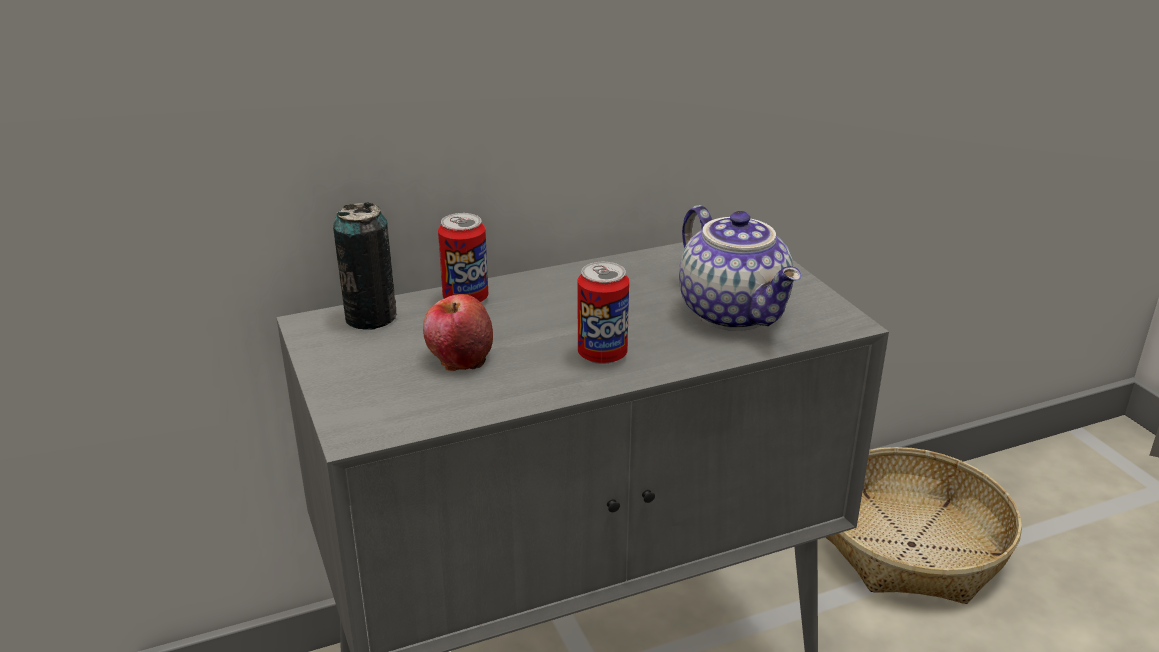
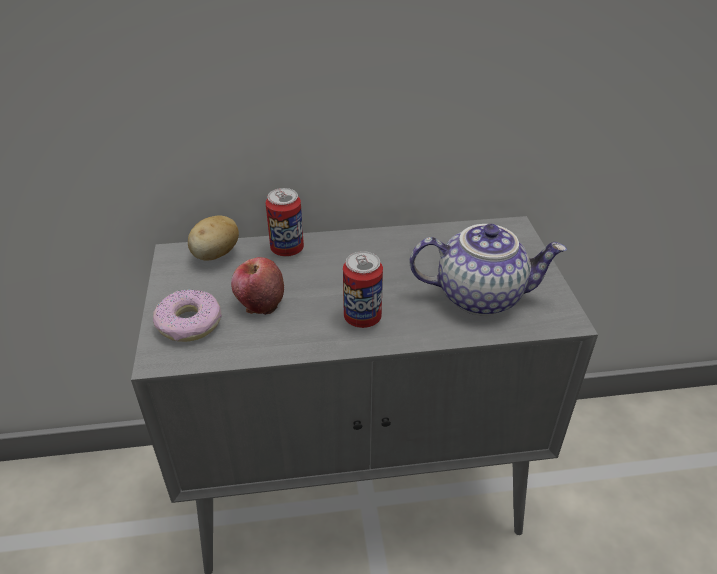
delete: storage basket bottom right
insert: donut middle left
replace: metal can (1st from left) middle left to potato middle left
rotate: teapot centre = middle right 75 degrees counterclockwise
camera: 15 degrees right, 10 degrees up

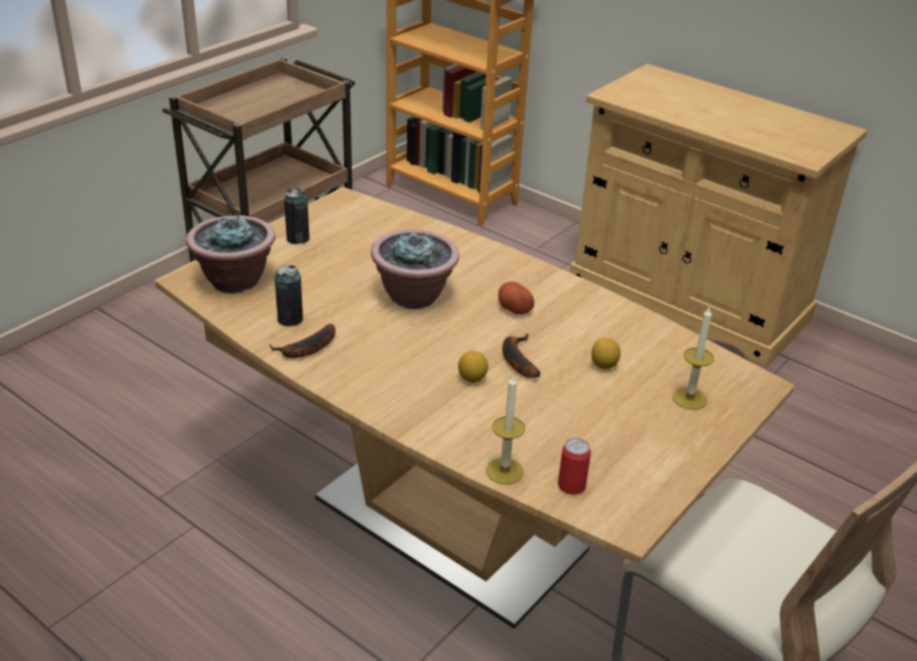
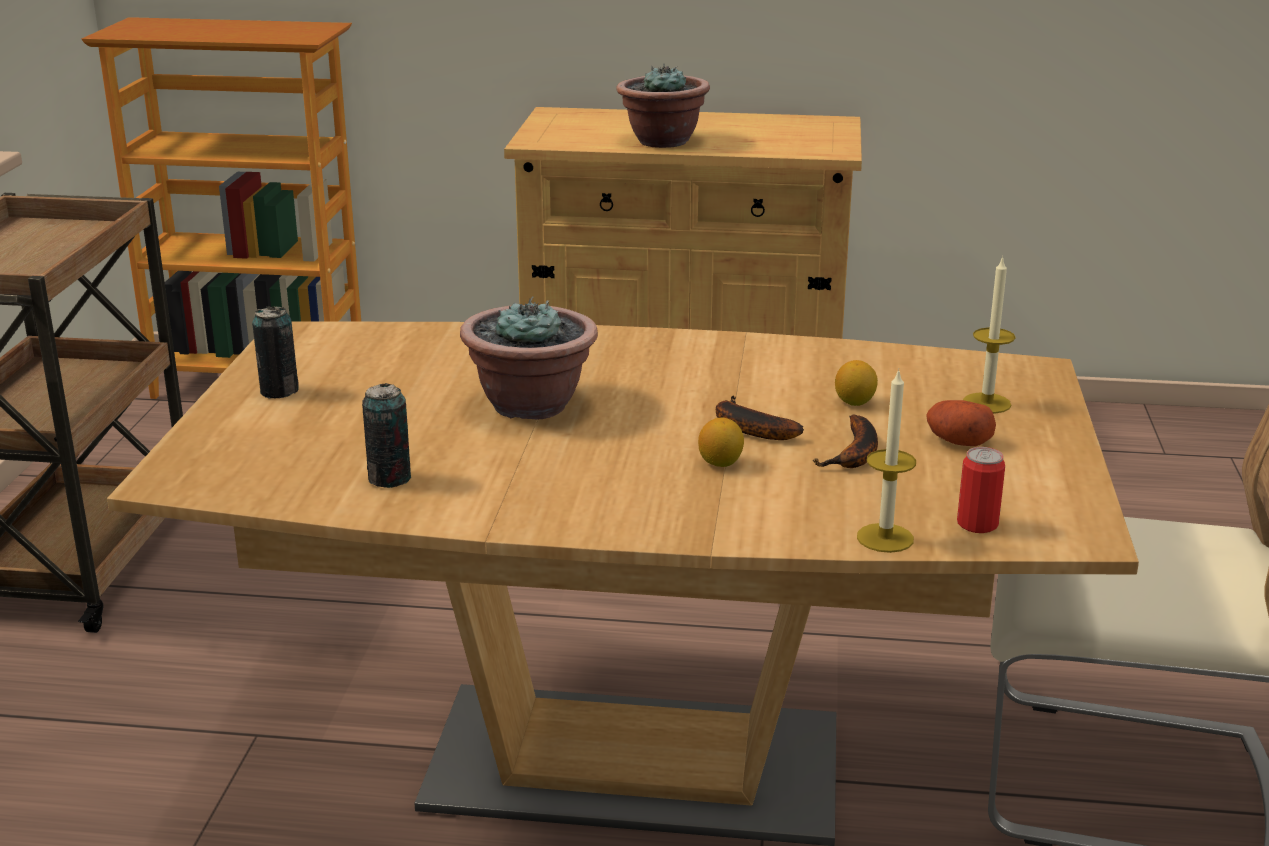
move: houseplant (1st from left in the first image) middle left to houseplant (2nd from left) top centre; whole banana (1st from left in the first image) middle left to whole banana (2nd from left) centre; potato centre to middle right
camera: 30 degrees left, 10 degrees down

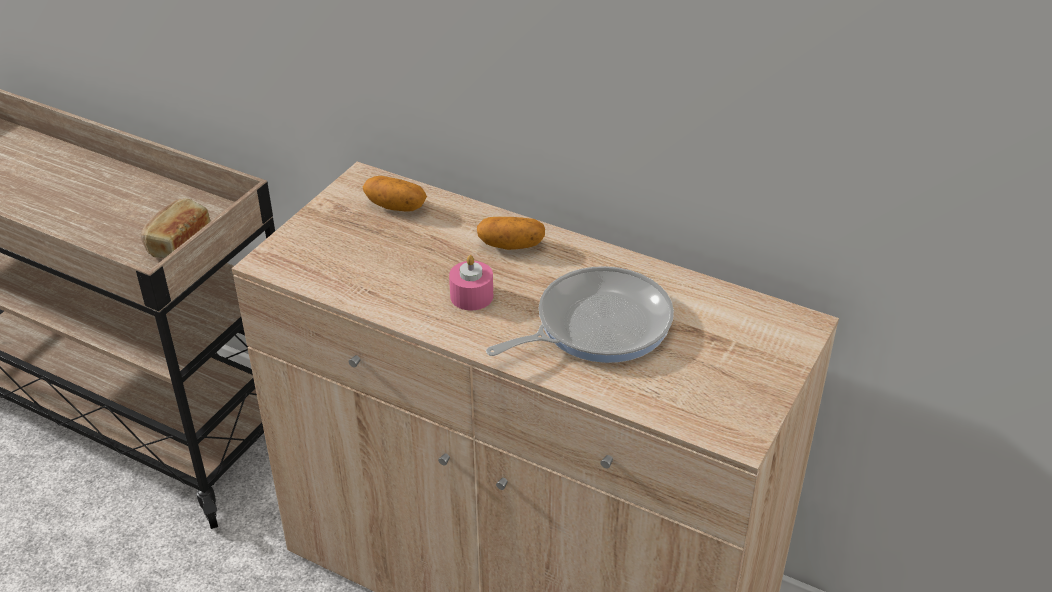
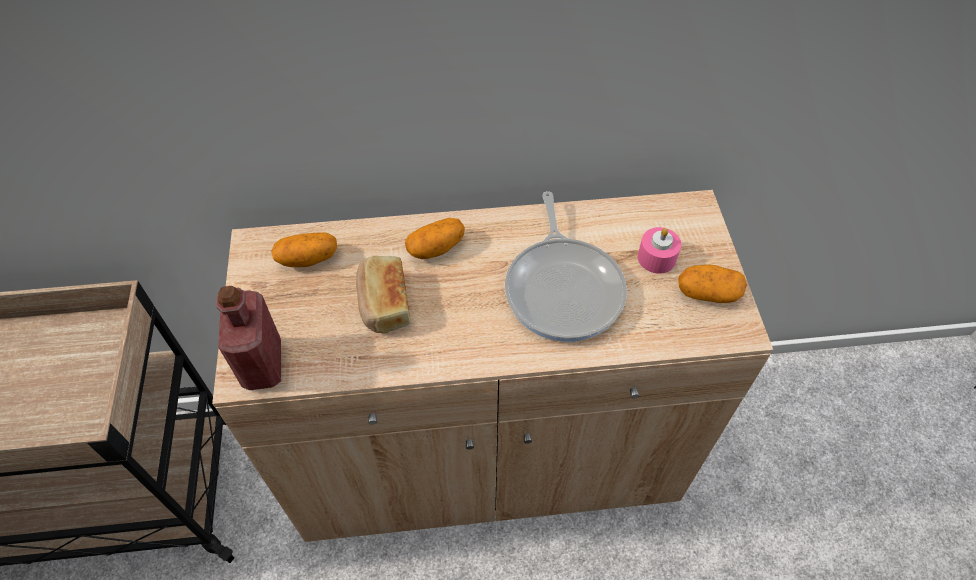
insert: red-coloured drink bottle middle left; potato (3rd from left) middle right
move: bakery bread middle left to centre; pinkish wax light centre to middle right
rotate: frying pan centre = centre 150 degrees clockwise
camera: 35 degrees left, 15 degrees up

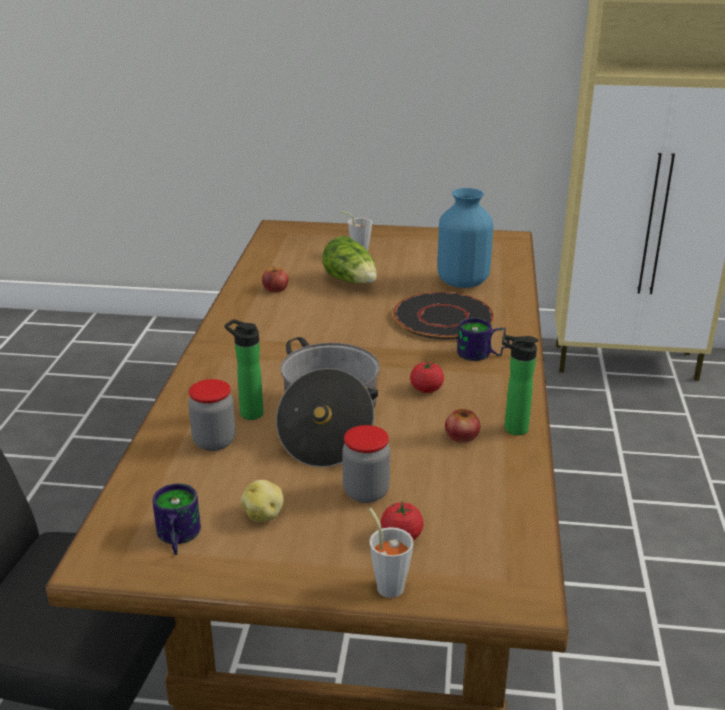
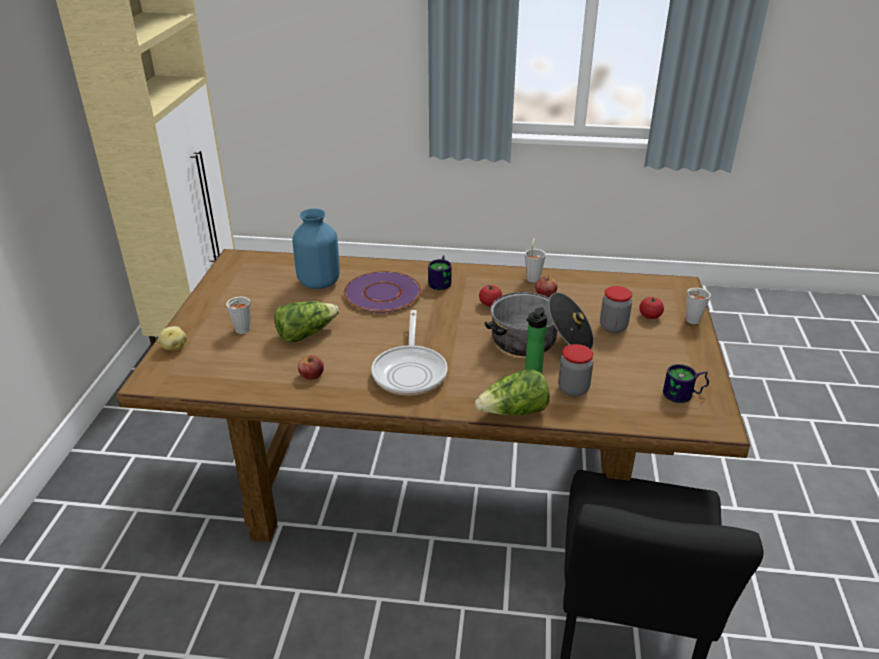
insert: frying pan centre; lettuce (2nd from left) centre
move: potato bottom centre to middle left
replace: drink bottle (2nd from left) middle right to gray cup (2nd from left) centre
recolor: black-coloured flat dish centre to purple-coloured flat dish centre
camera: 90 degrees left, 5 degrees up

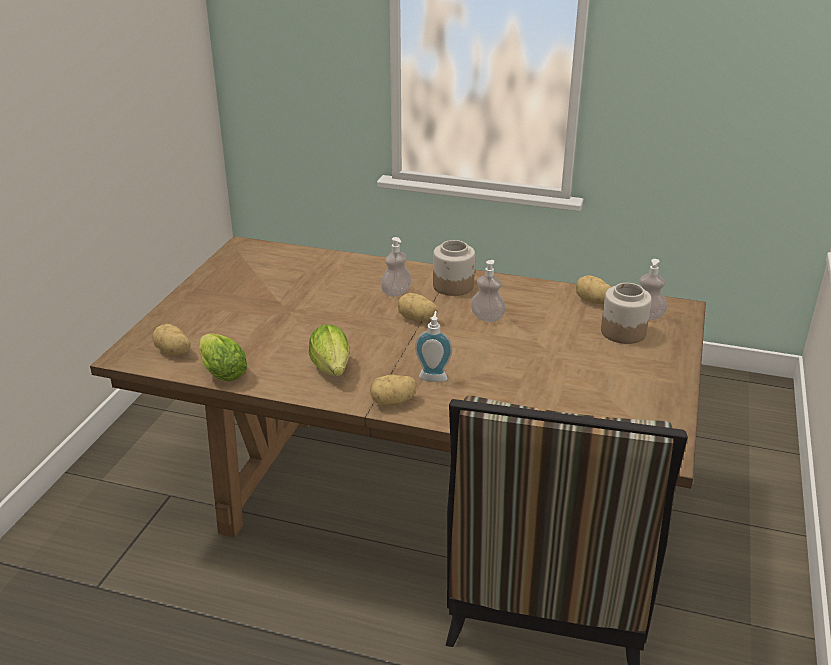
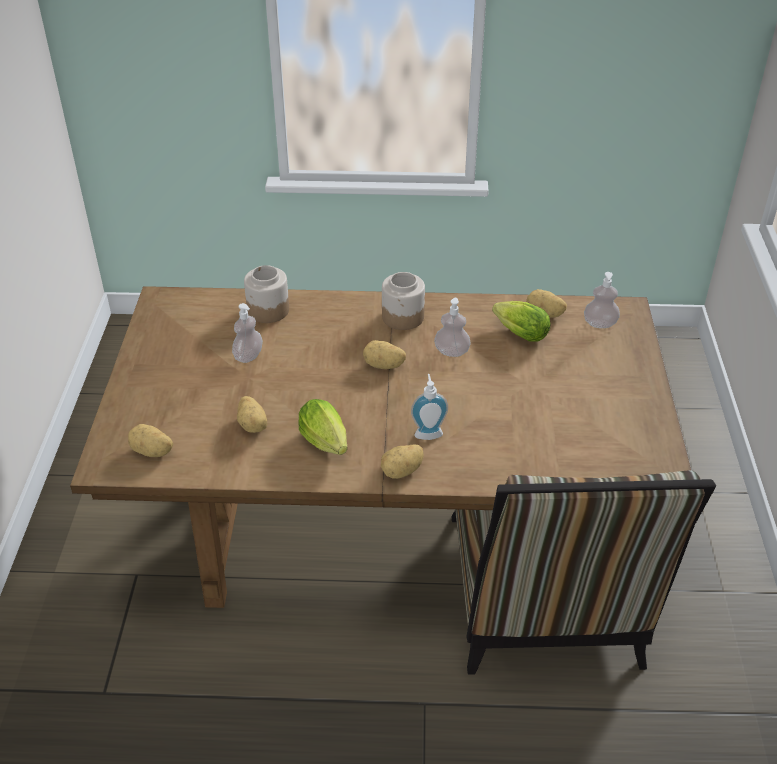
insert: potato (2nd from left) middle left
move: lettuce (1st from left in the first image) middle left to lettuce (2nd from left) middle right; liquid soap bottle (1st from left) centre to middle left; jar (2nd from left in the first image) middle right to jar (1st from left) centre
camera: 15 degrees left, 10 degrees up

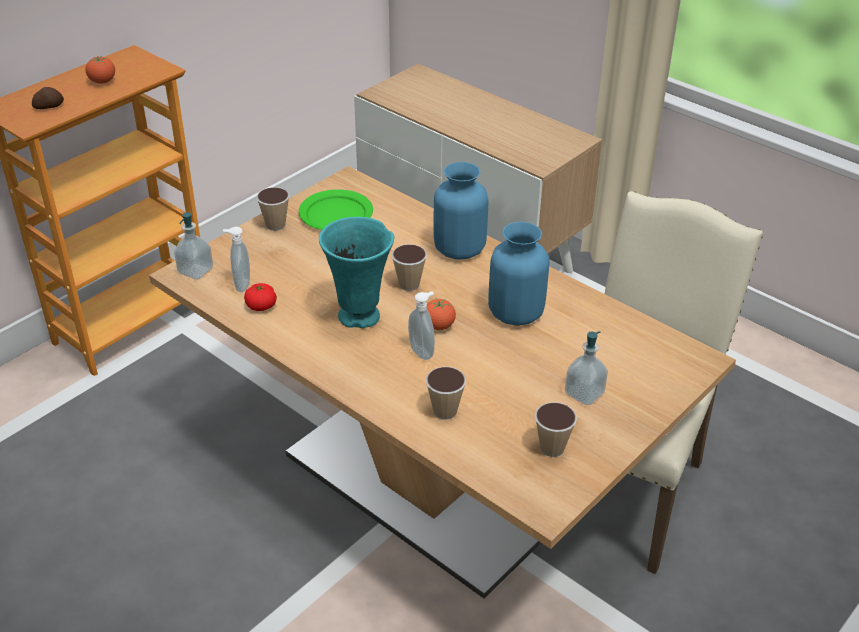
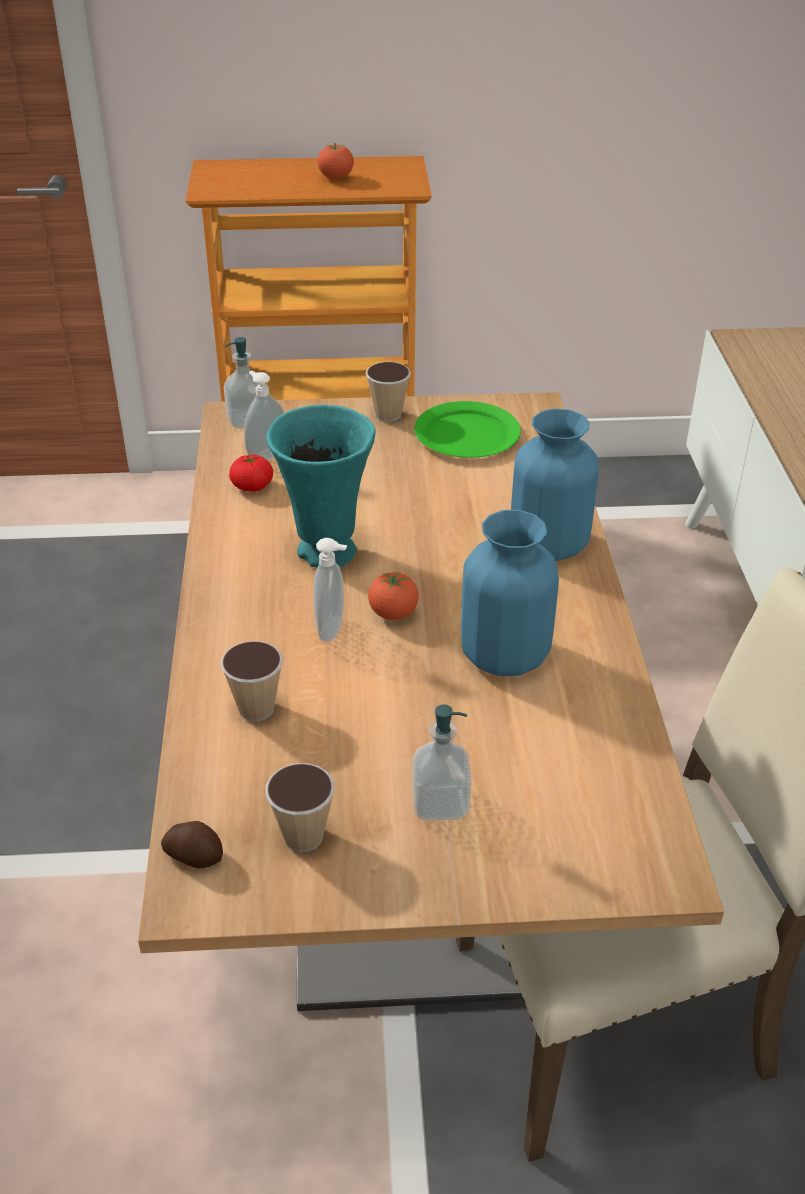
delete: cup (2nd from left) centre
move: potato top left to bottom left
camera: 45 degrees right, 0 degrees up

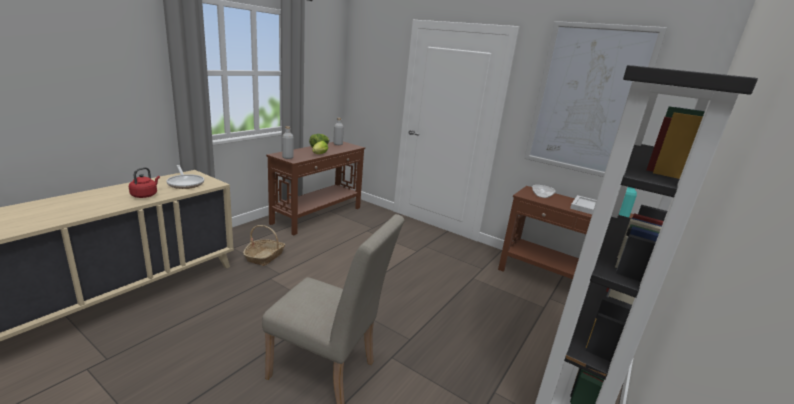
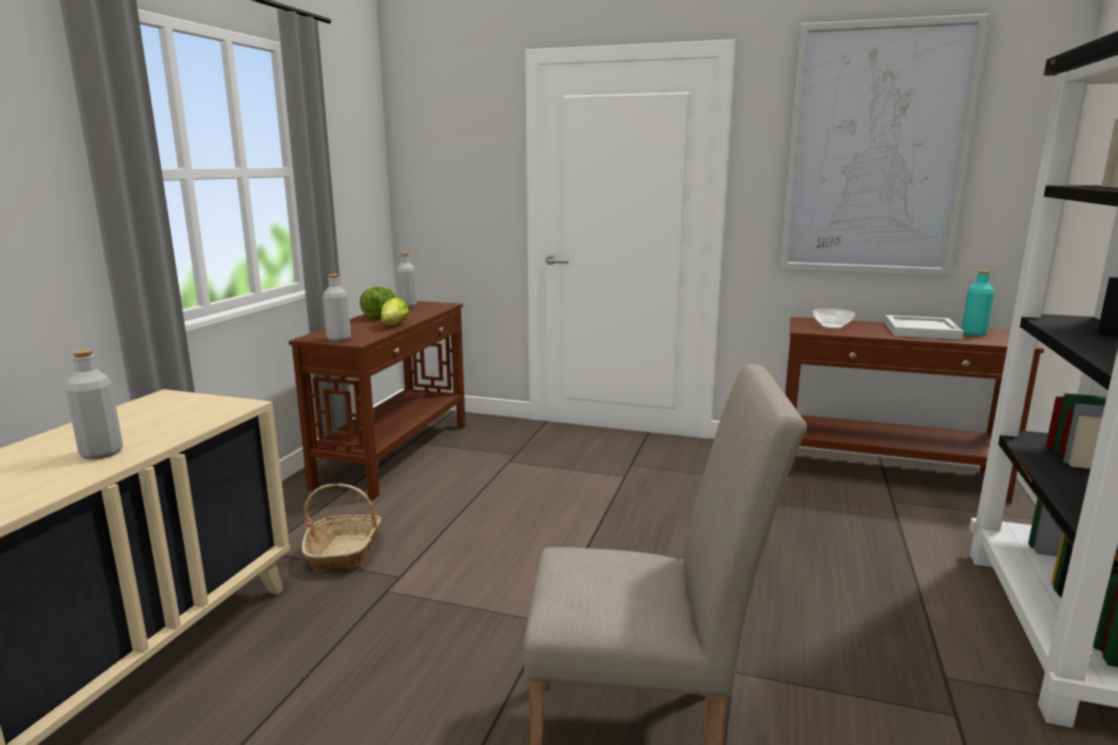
delete: frying pan middle left
replace: red-coloured water kettle middle left to gray drink bottle (1st from left) middle left
camera: 15 degrees left, 5 degrees down

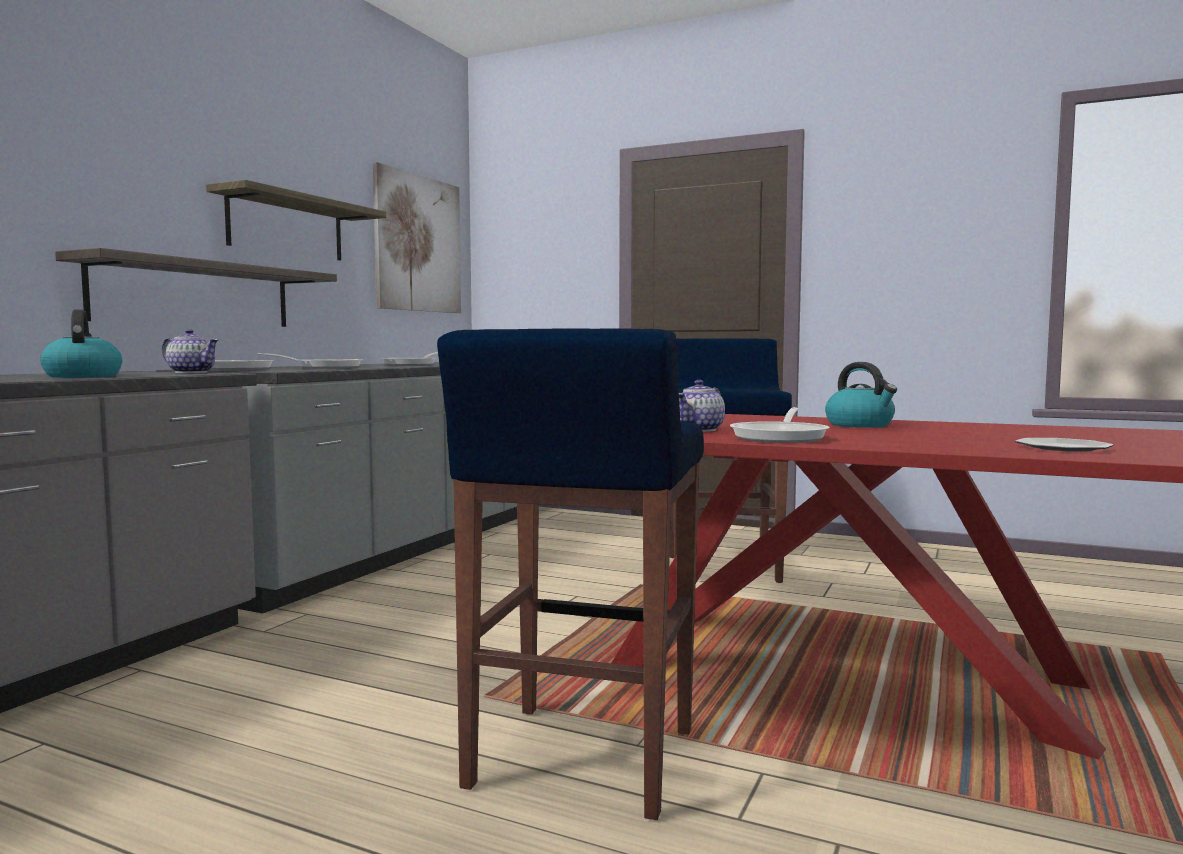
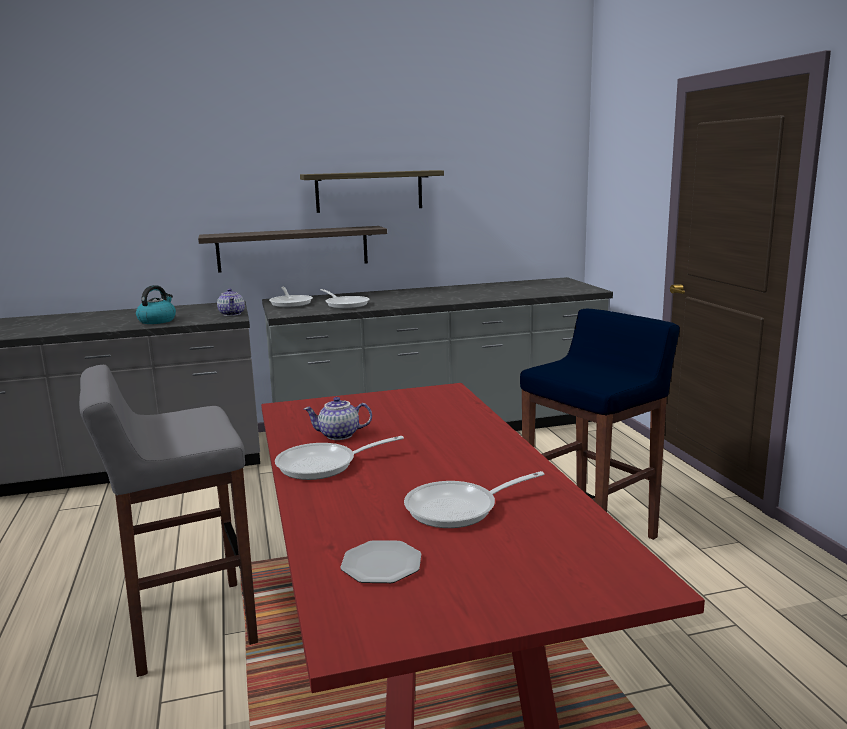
delete: wall picture top centre; water kettle (2nd from left) middle right
move: frying pan (3rd from left in the first image) centre to frying pan (4th from left) bottom centre
recolor: blue-coloured stool (1st from left) bottom centre to gray stool bottom left
camera: 50 degrees right, 10 degrees up

